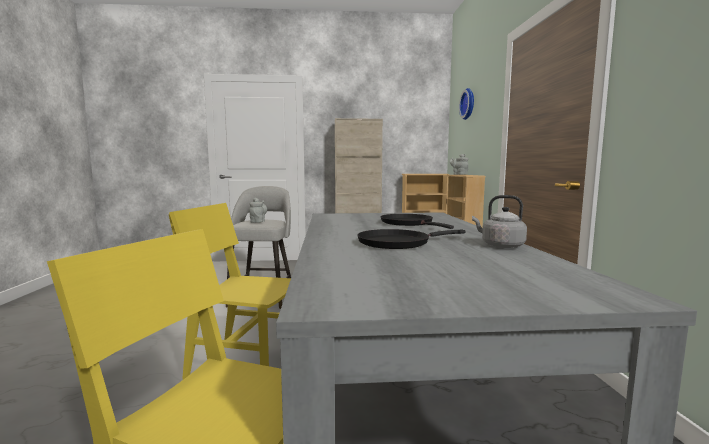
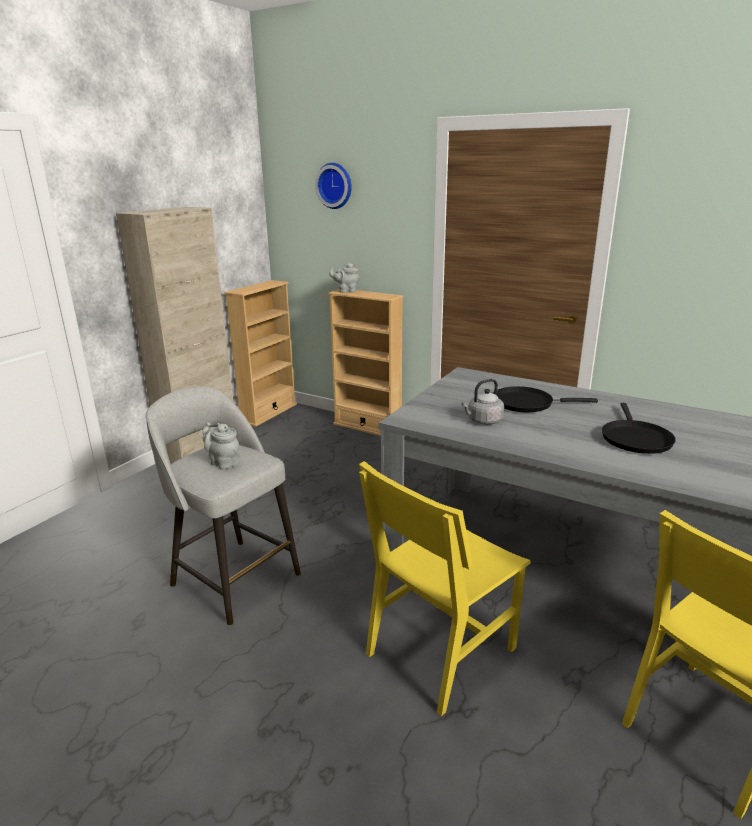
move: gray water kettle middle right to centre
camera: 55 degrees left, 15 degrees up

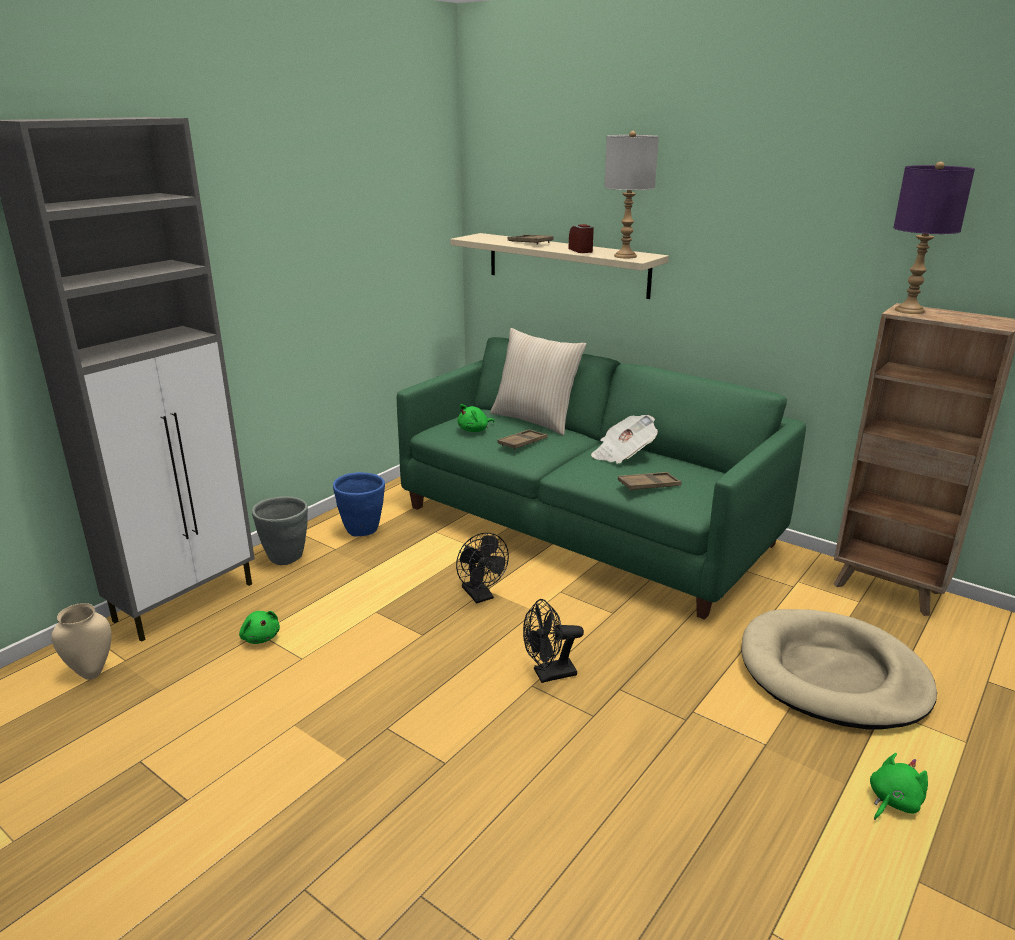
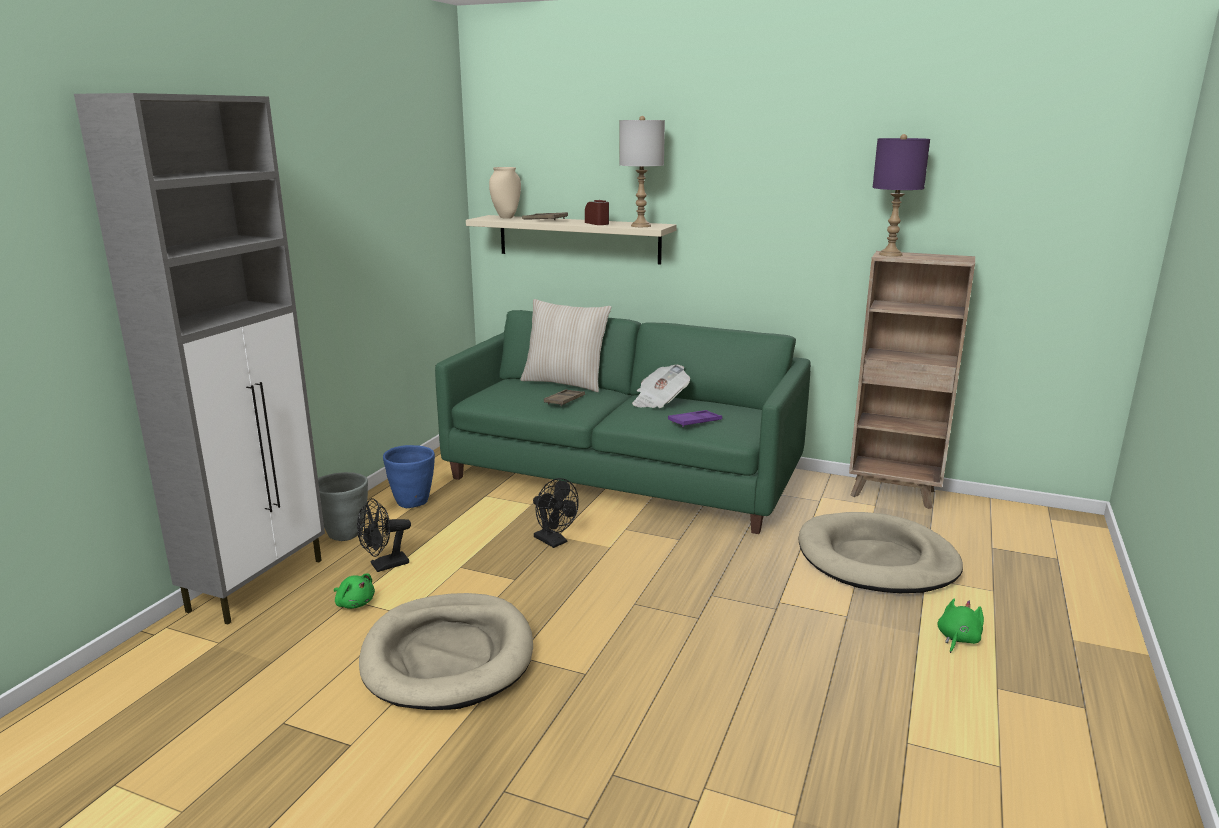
delete: green cuddly toy (2nd from left) centre
insert: beige-coloured dog bed (1st from left) bottom centre
move: beige-coloured decorative vase bottom left to top centre; black-coloured electric fan (2nd from left in the first image) bottom centre to black-coloured electric fan (1st from left) middle left
recolor: brownish serving tray (3rd from left) centre to purple-coloured serving tray centre
camera: 15 degrees left, 5 degrees down

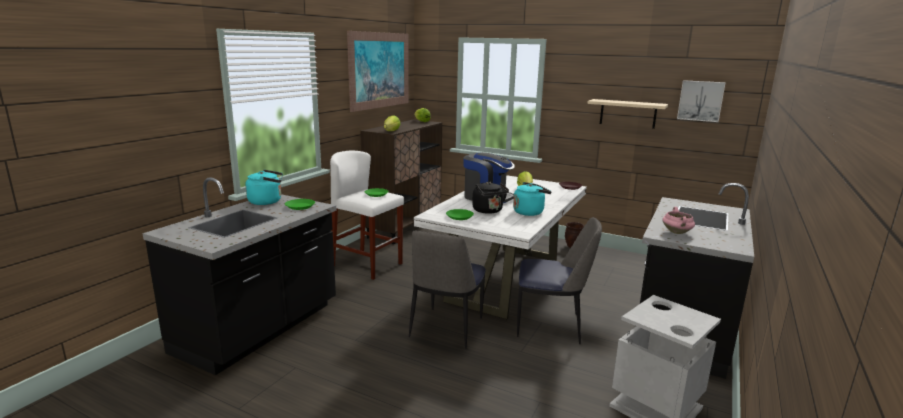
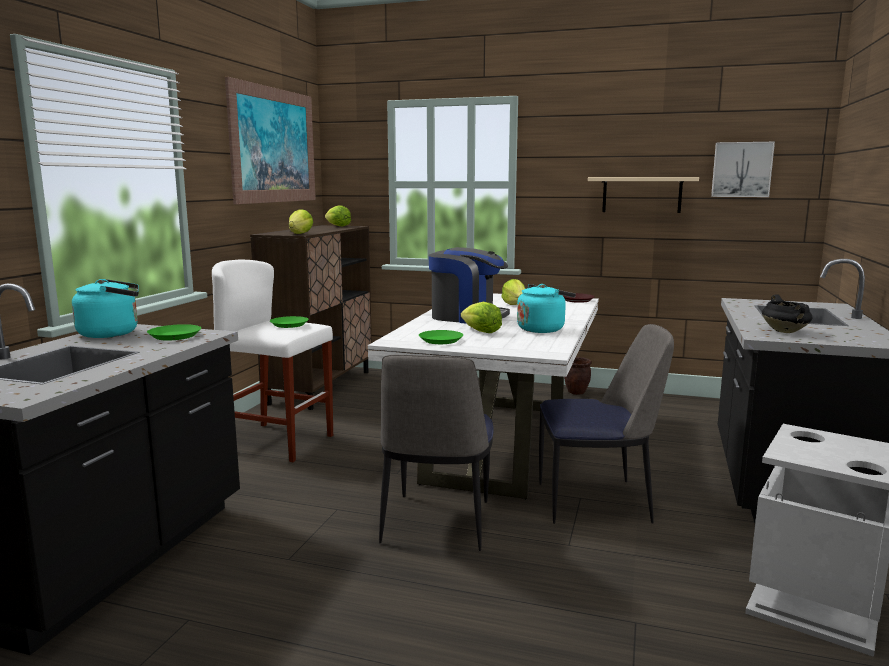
replace: black-coloured water kettle centre to lettuce (3rd from left) centre
recolor: pinkish stockpot middle right to black-coloured stockpot middle right
camera: 10 degrees left, 5 degrees down

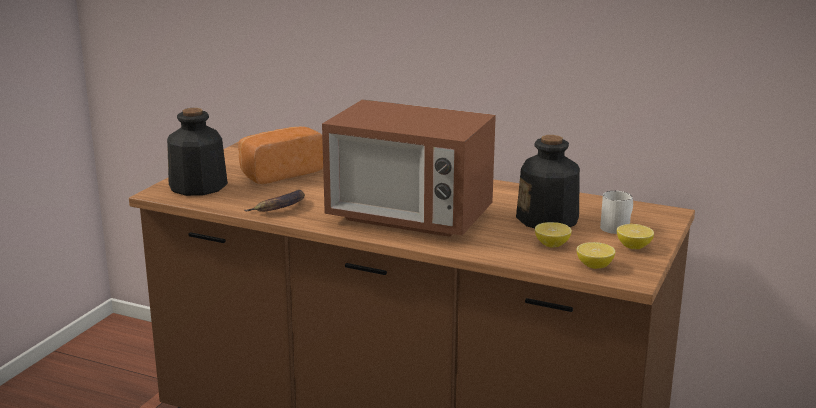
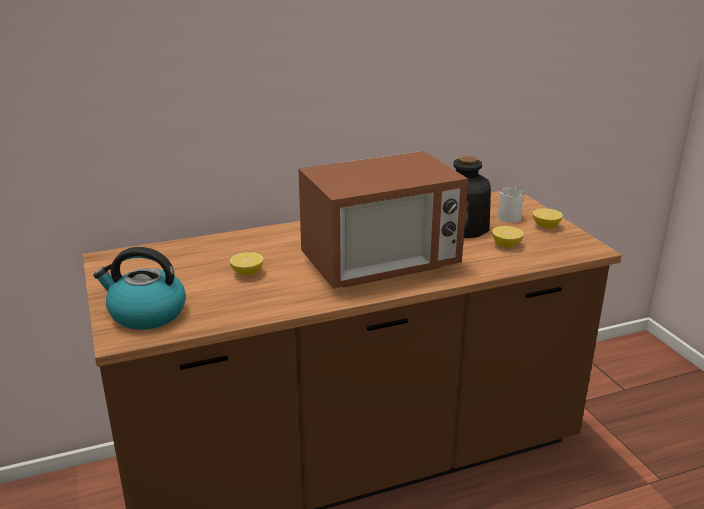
delete: bakery bread centre; whole banana centre
move: whole lemon (2nd from left in the first image) middle right to whole lemon (1st from left) centre
replace: drink bottle (1st from left) middle left to water kettle middle left
camera: 45 degrees left, 5 degrees up

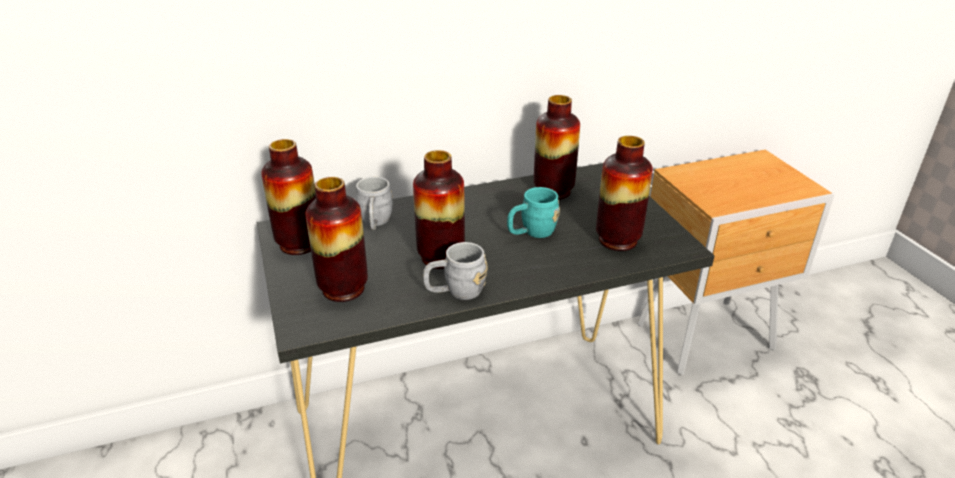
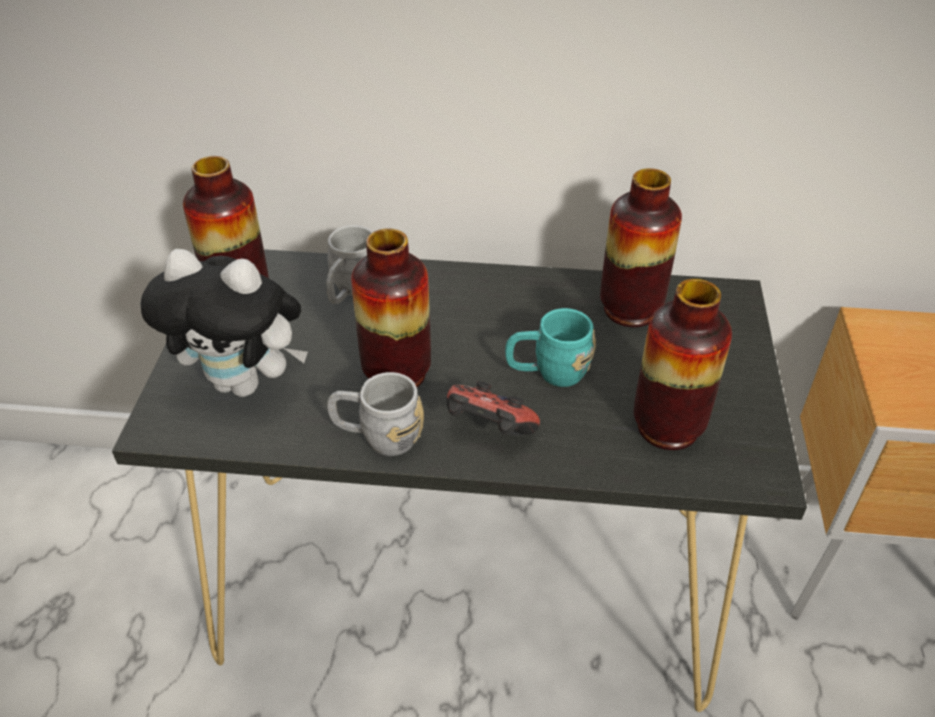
insert: joypad centre
replace: decorative vase (2nd from left) centre to cuddly toy middle left
camera: 25 degrees right, 10 degrees up

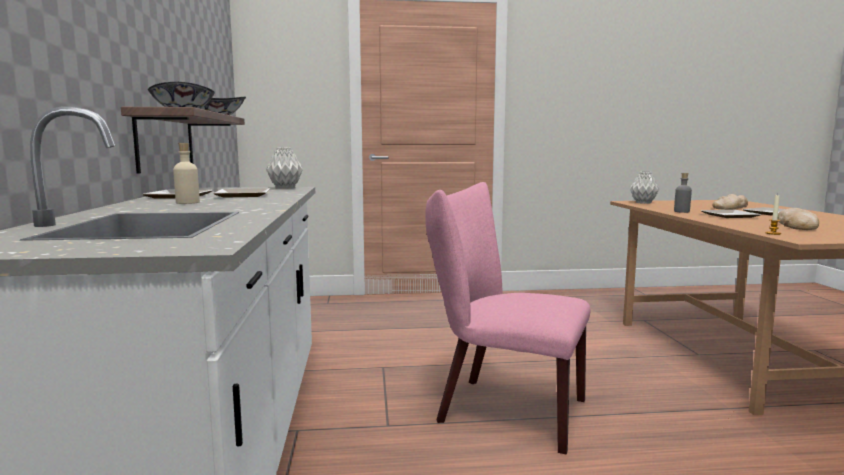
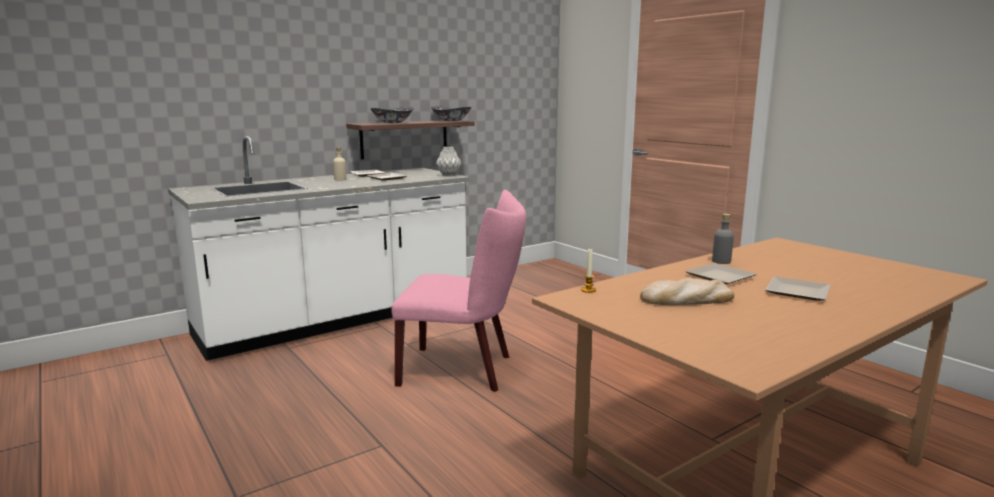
delete: gray decorative vase (2nd from left) middle right; bakery bread (1st from left) middle right
rotate: pinkish plain chair bottom centre = centre 105 degrees clockwise
camera: 60 degrees right, 5 degrees up

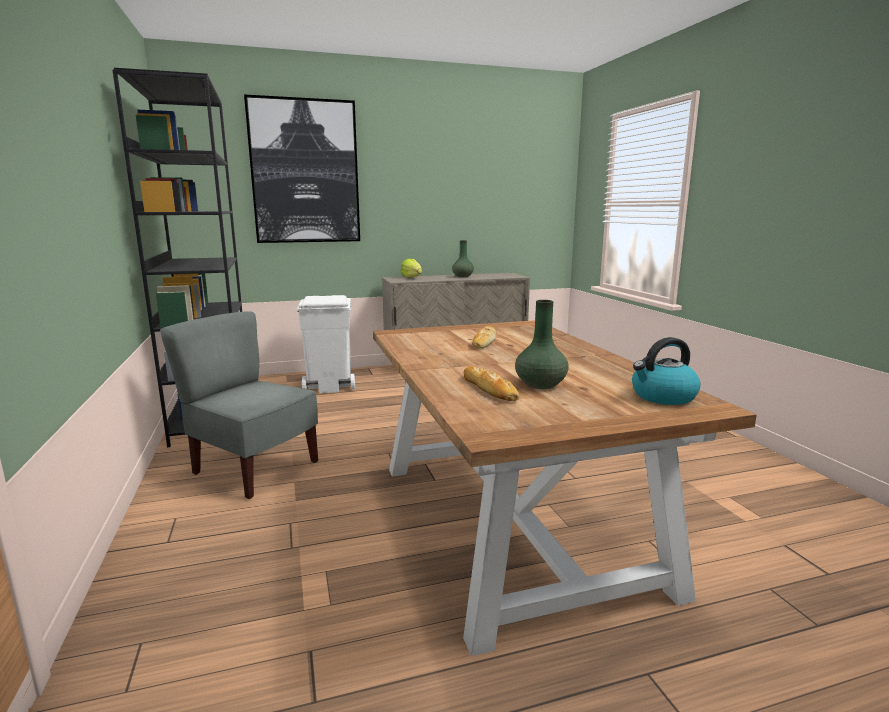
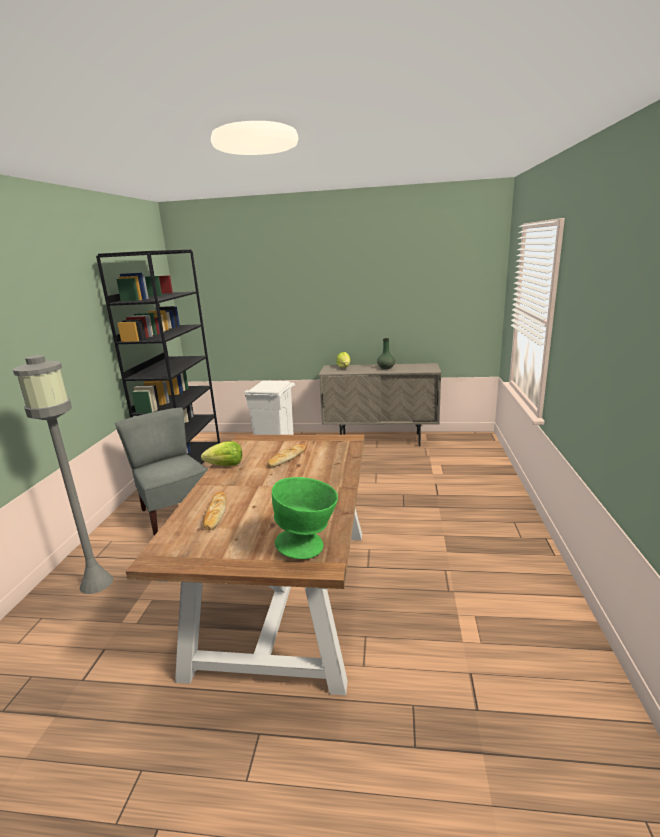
delete: wall picture top centre; green decorative vase (2nd from left) centre
insert: gray standard lamp middle left; lettuce (1st from left) centre
replace: water kettle middle right to green bowl centre
camera: 25 degrees right, 5 degrees up

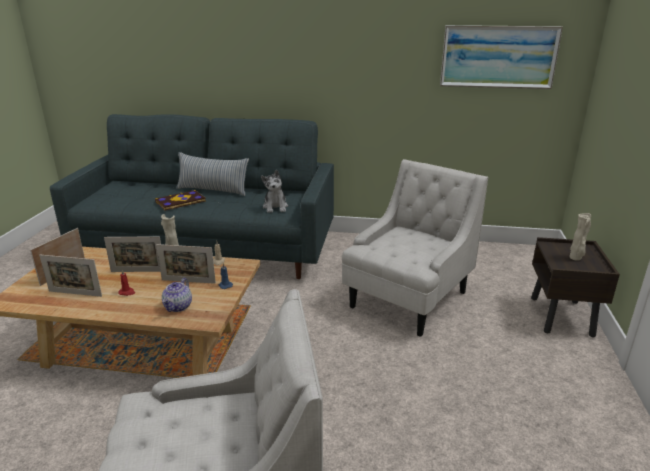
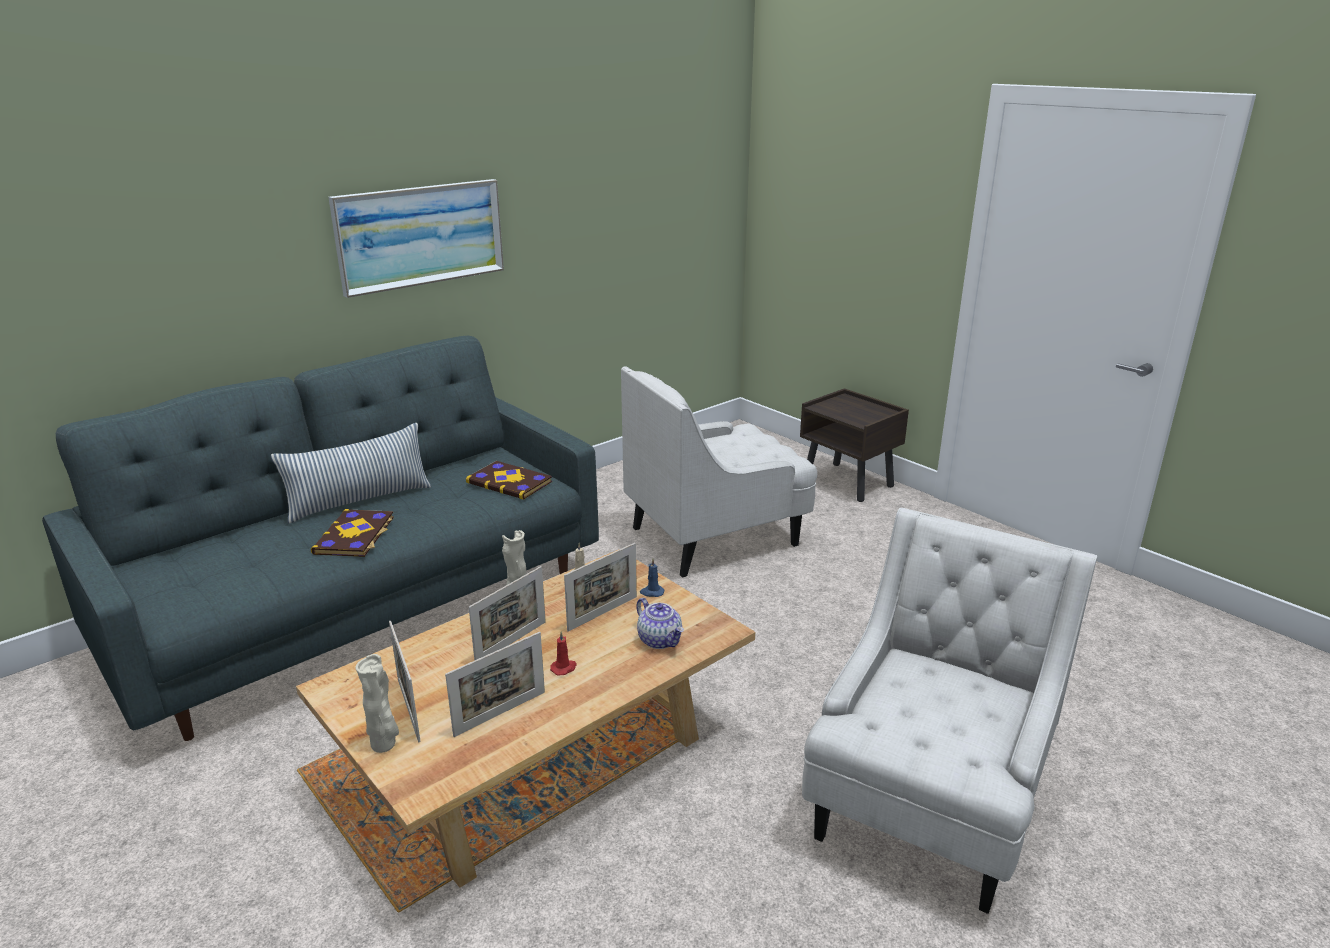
move: wall picture top right to top left; beige-coloured decorative vase (2nd from left in the first image) middle right to beige-coloured decorative vase (1st from left) bottom left
replace: cuddly toy centre to book (2nd from left) centre
rotate: white easy chair (2nd from left in the first image) centre = centre 105 degrees counterclockwise
camera: 50 degrees left, 0 degrees up

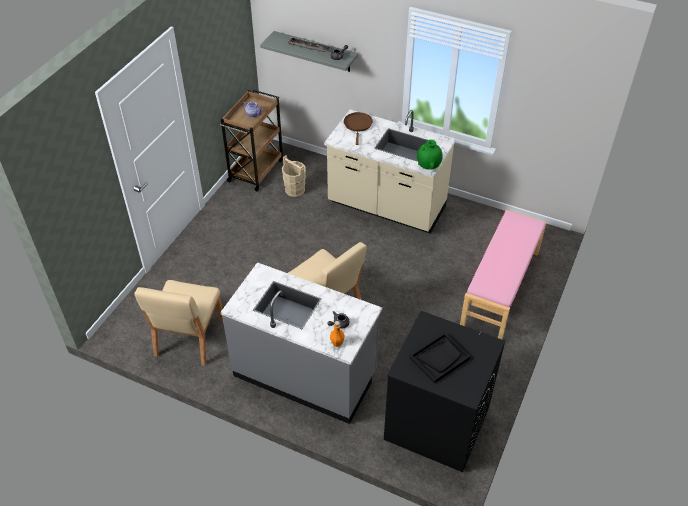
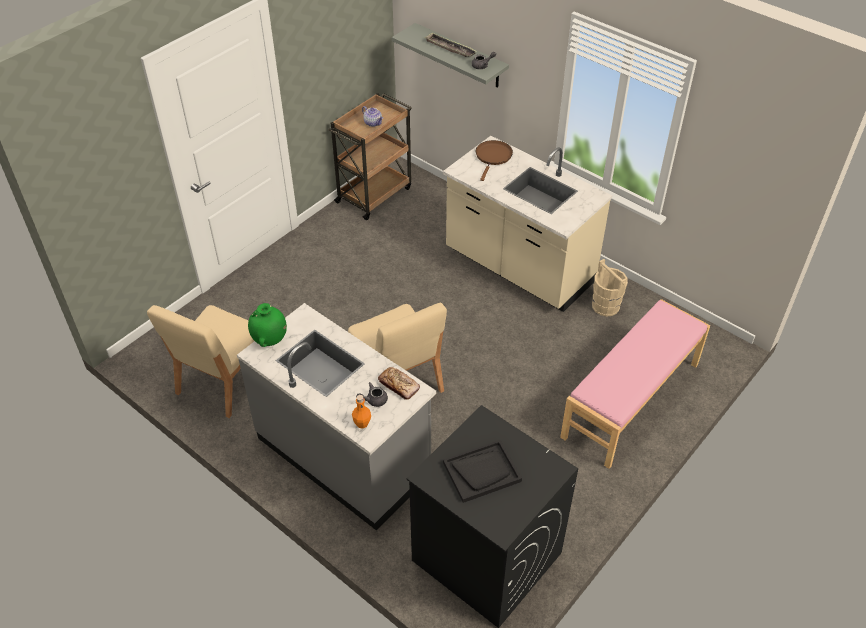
insert: bakery bread centre
move: beige-coloured bucket centre to middle right; green decorative vase top centre to middle left
camera: 15 degrees right, 0 degrees up

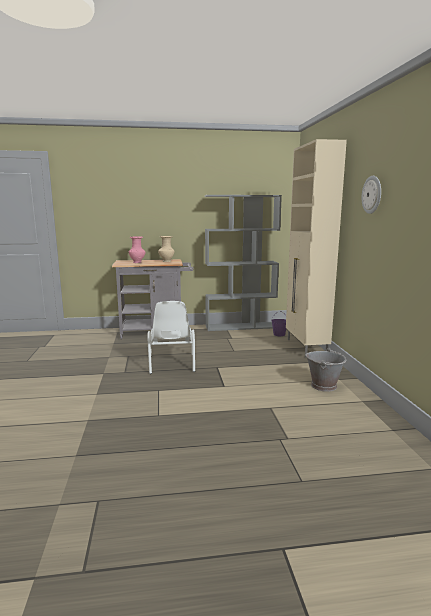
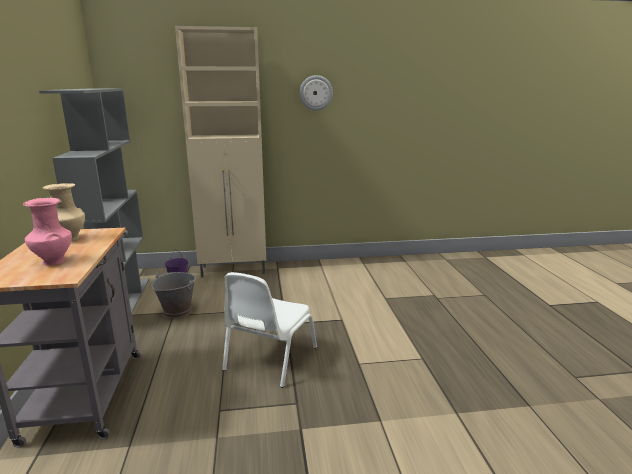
move: gray bucket middle right to middle left
rotate: white plain chair centre = bottom centre 120 degrees clockwise
camera: 90 degrees left, 5 degrees up

